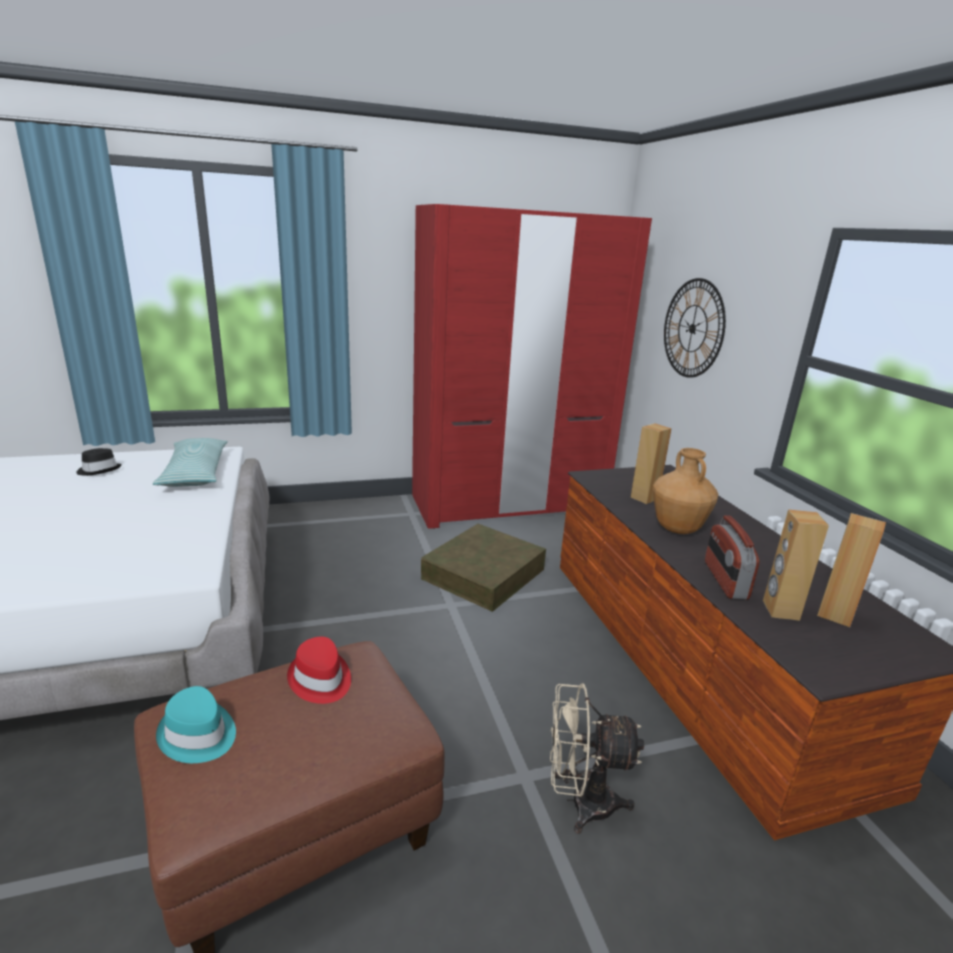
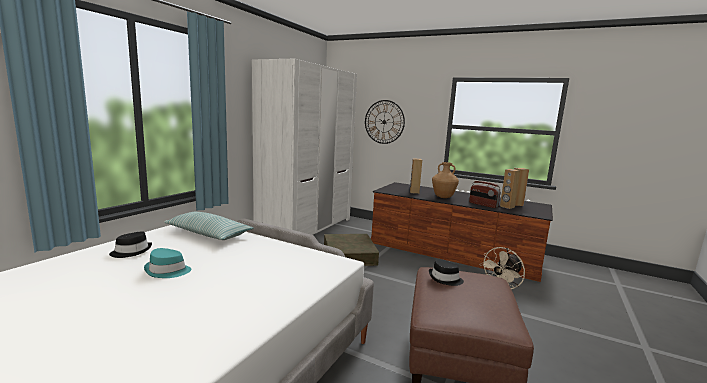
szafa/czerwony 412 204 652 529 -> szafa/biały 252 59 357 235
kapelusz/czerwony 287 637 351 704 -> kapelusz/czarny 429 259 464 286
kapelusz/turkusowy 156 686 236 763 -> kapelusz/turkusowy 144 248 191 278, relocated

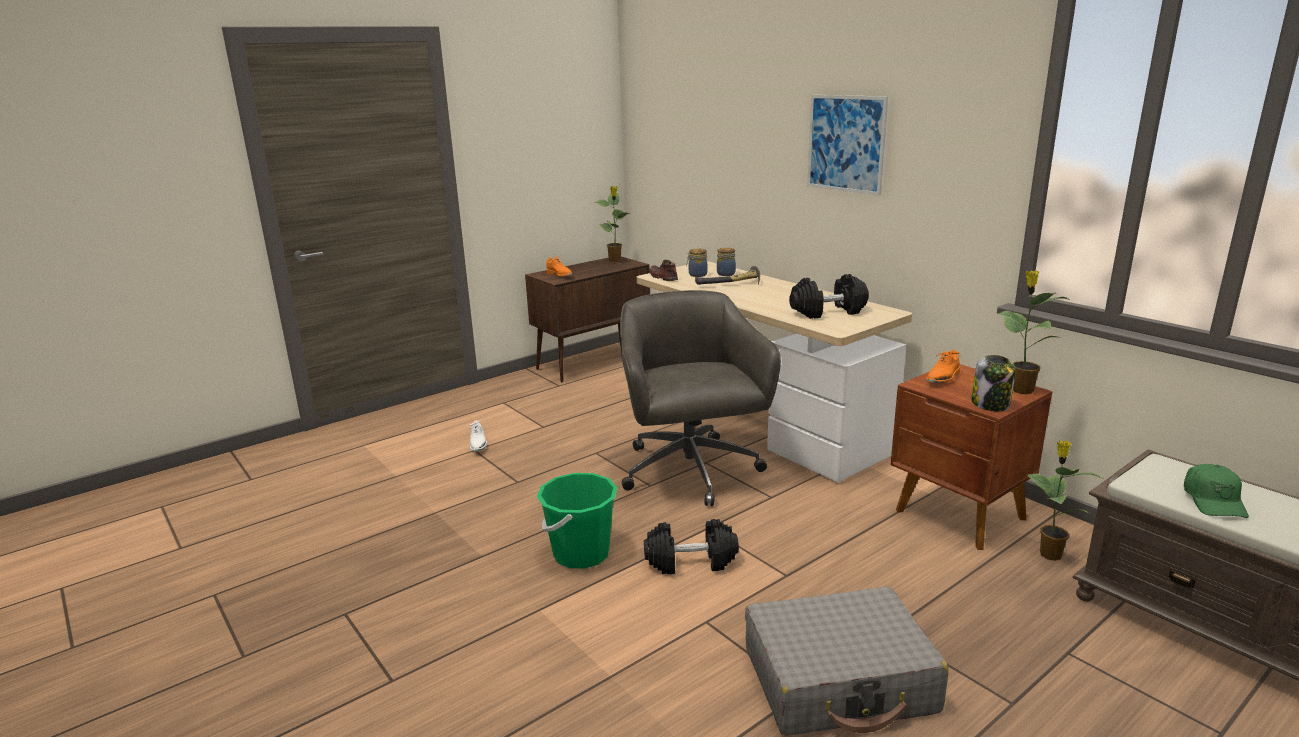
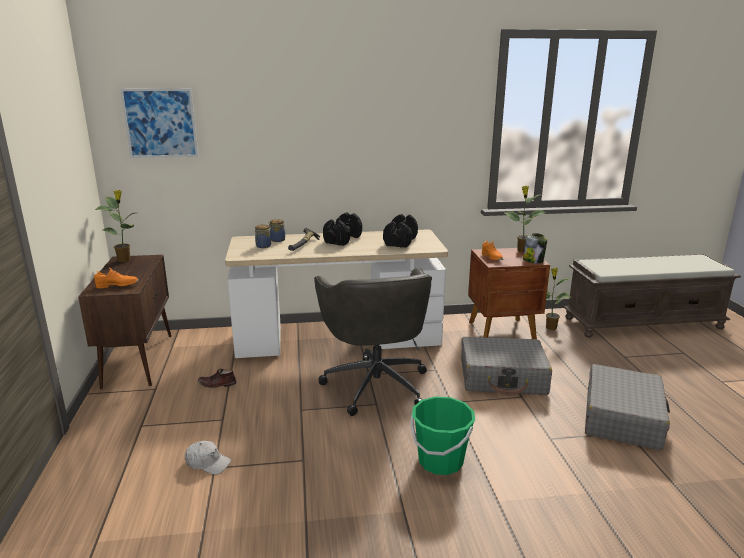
obraz 807 95 888 196 -> obraz 120 88 198 158, relocated
but/brązowy 650 260 678 281 -> but/brązowy 198 369 236 388, relocated
krzesło biurowe/szary 620 290 781 506 -> krzesło biurowe/szary 314 268 432 416, 120 degrees counterclockwise
but/biały 470 420 487 452 -> czapka z daszkiem/biały 185 441 232 475
czapka z daszkiem/zielony 1184 464 1249 518 -> none
hantel/czarny 644 519 739 574 -> hantel/czarny 323 212 362 246, relocated
none -> walizka/szary 461 337 552 396

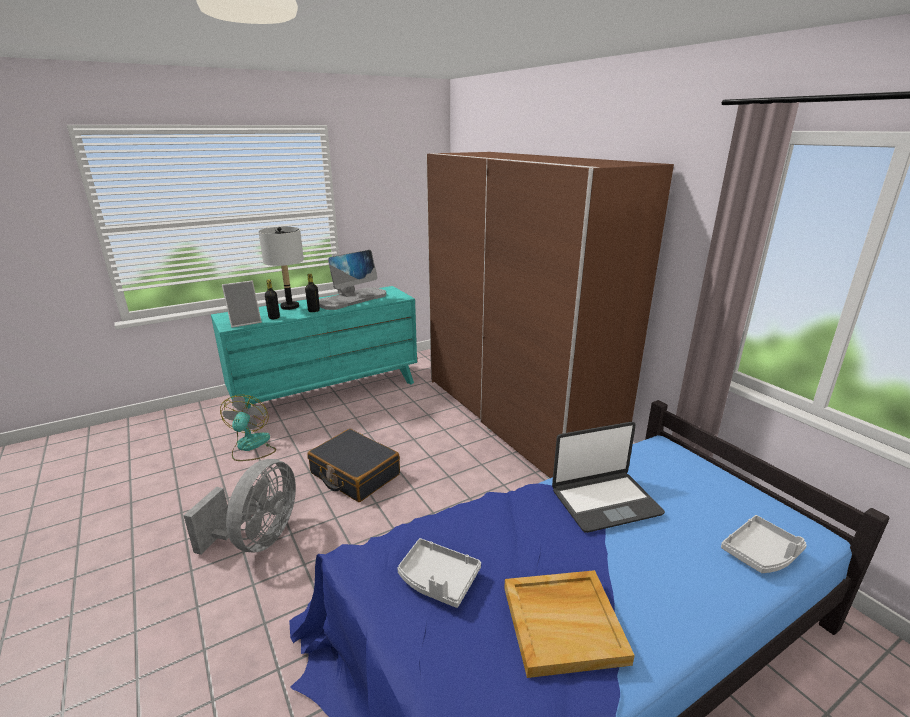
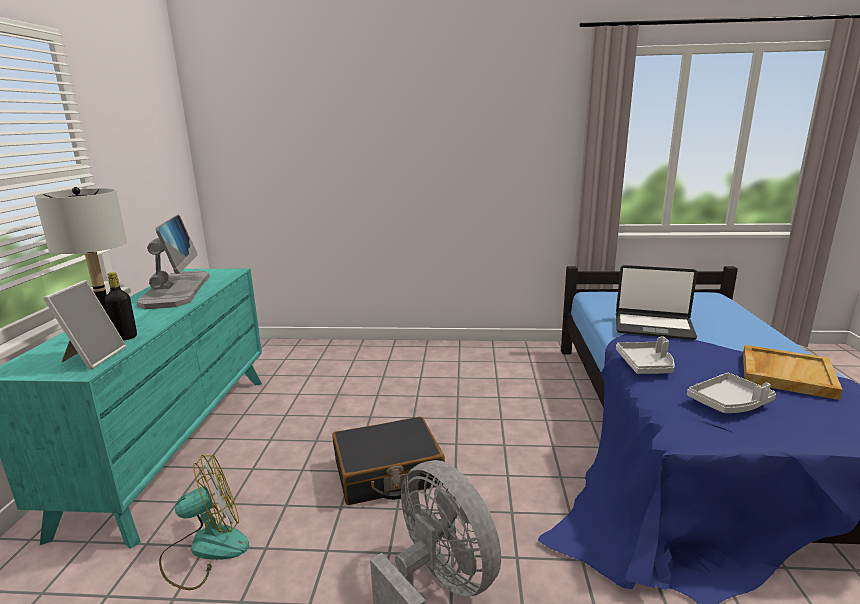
szafa/brązowy 426 152 674 479 -> none
butelka/czarny 305 274 320 312 -> none
wentylator 220 395 276 461 -> wentylator 159 455 249 590, 120 degrees clockwise
laptop 552 422 665 533 -> laptop 616 265 697 340, 90 degrees clockwise
taca/szary 721 515 807 573 -> taca/szary 616 337 675 374, relocated

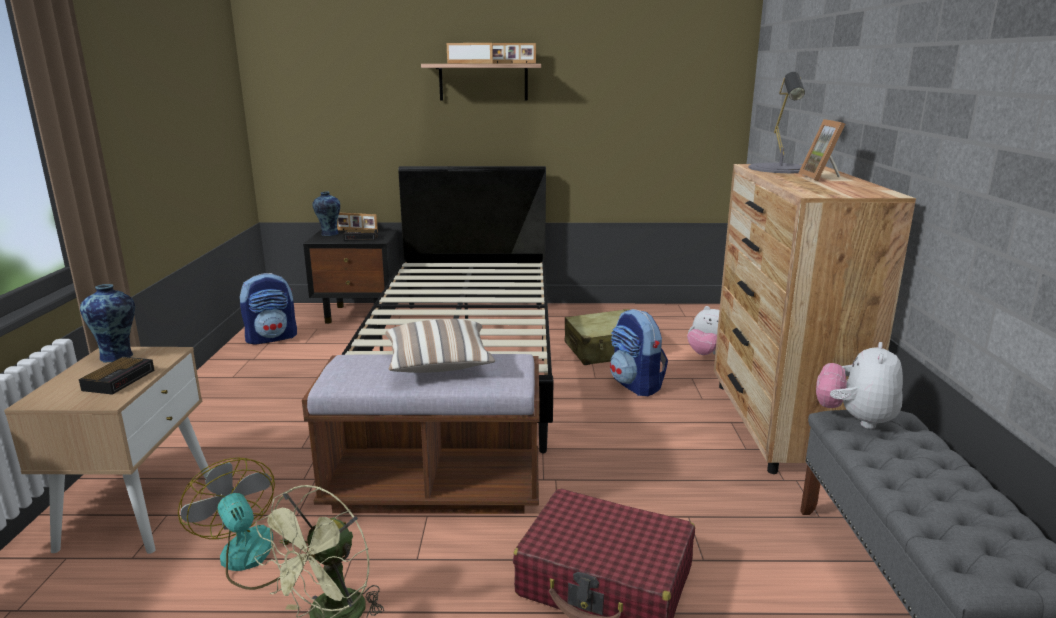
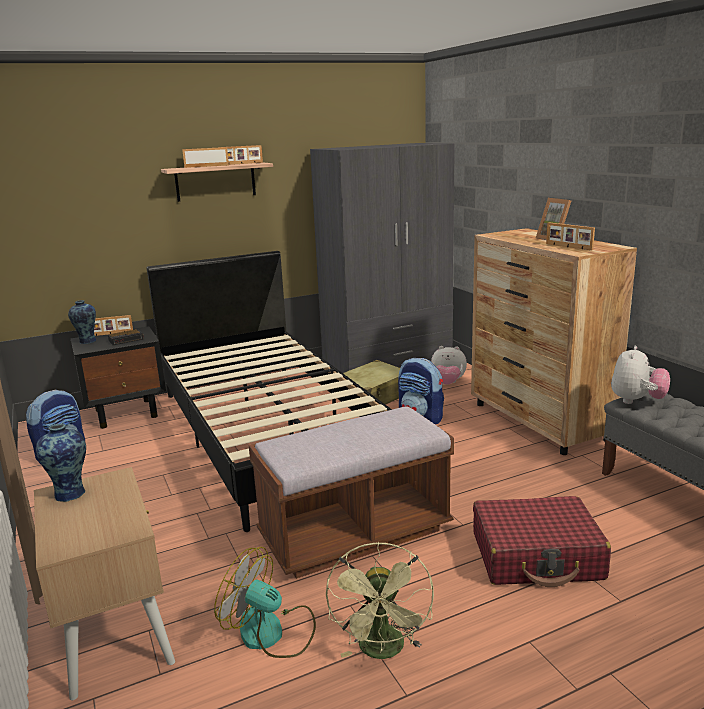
lampa stołowa/szary 748 72 805 173 -> none
poduszka 385 319 495 373 -> none
pluszak 816 342 903 429 -> pluszak 611 346 670 404, 150 degrees counterclockwise
budzik 79 357 154 395 -> none
none -> szafa/szary 310 143 455 373
none -> ramka na zdjęcie 546 222 595 250

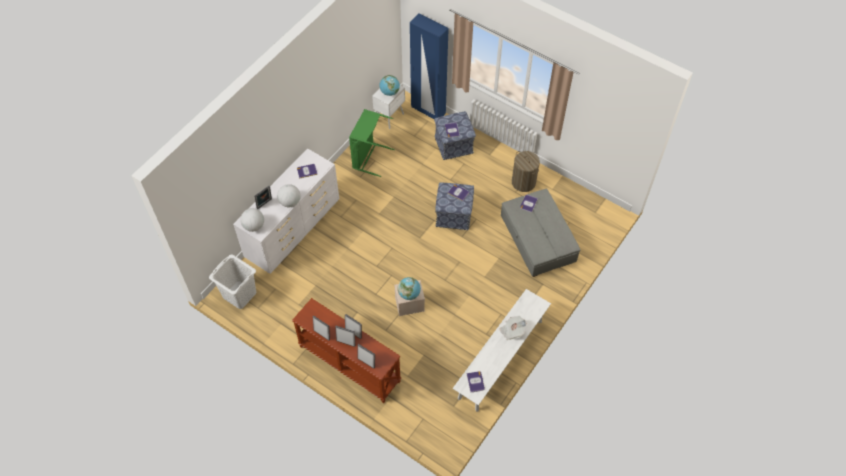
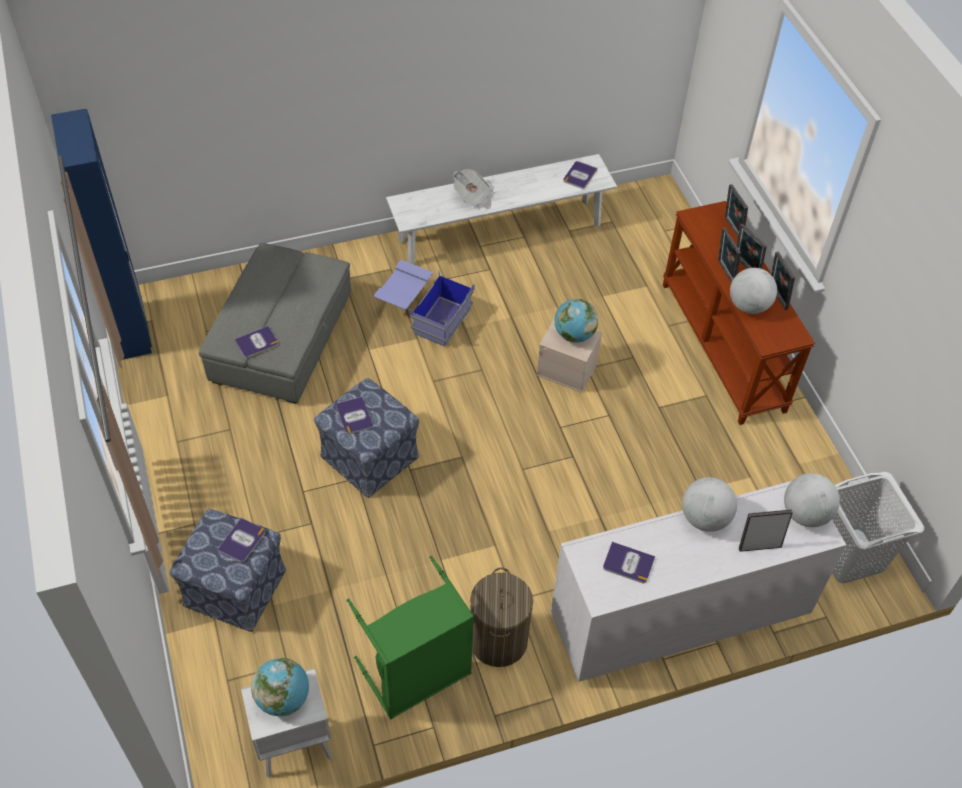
szafa/niebieski 410 13 449 119 -> szafa/niebieski 51 109 152 359, relocated
kosz na pranie 512 151 540 192 -> kosz na pranie 470 568 533 667, relocated
none -> pojemnik do przechowywania/niebieski 374 260 475 347
none -> globus 730 268 777 314

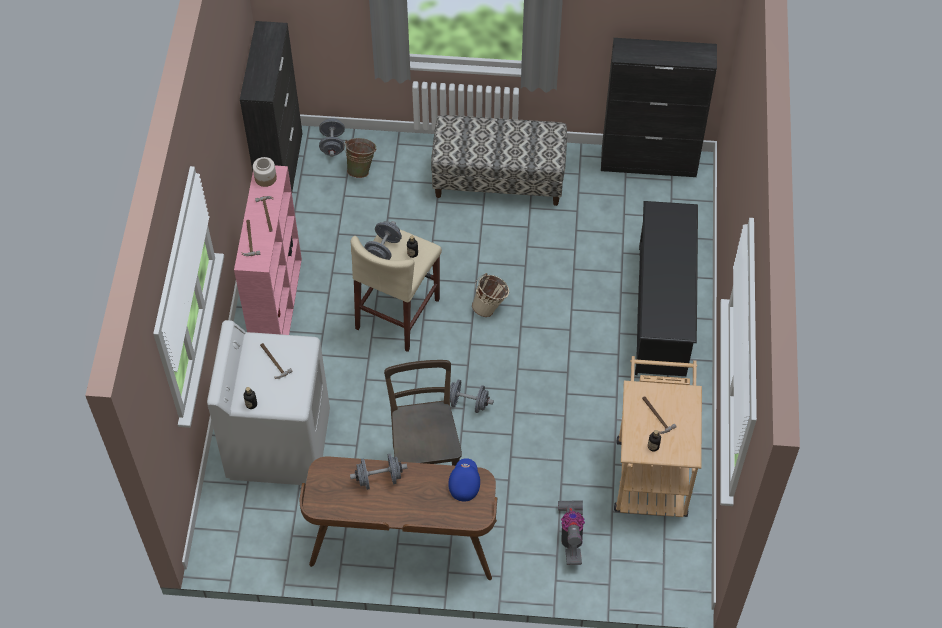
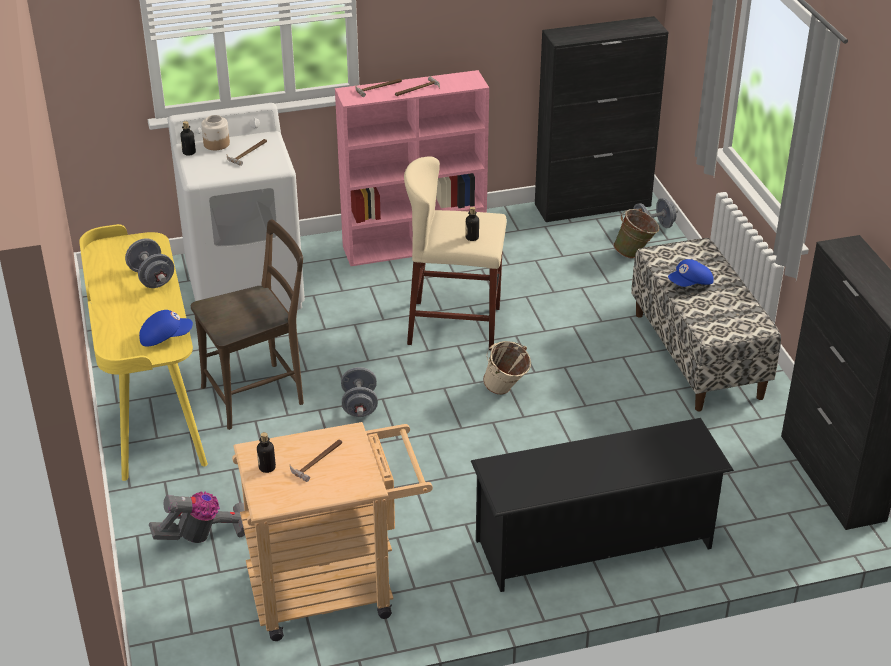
słoik 253 157 277 187 -> słoik 201 115 230 150, relocated
hantel/szary 364 221 402 260 -> none
biurko/brązowy 300 456 497 580 -> biurko/żółty 79 224 208 481
none -> czapka z daszkiem/niebieski 668 259 714 287

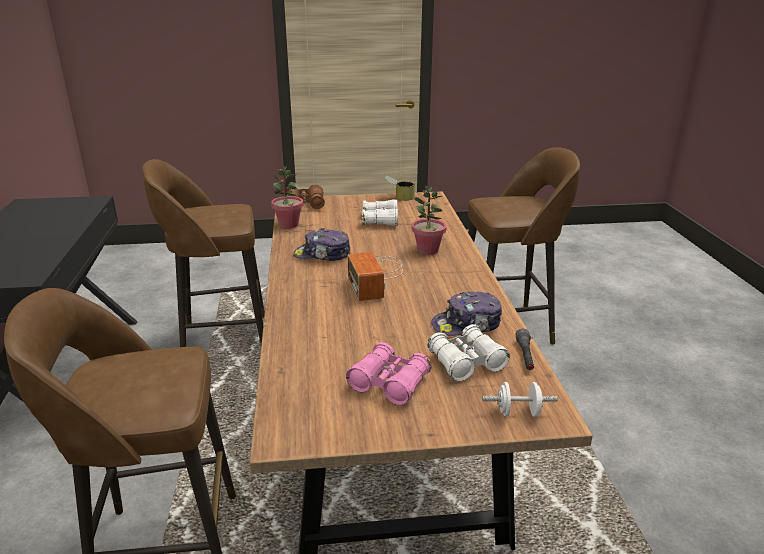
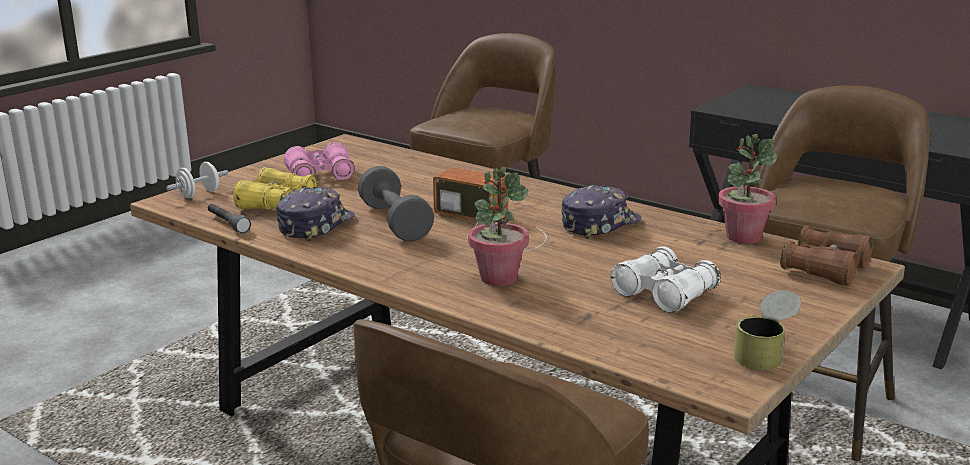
lornetka/biały 427 324 510 381 -> lornetka/żółty 233 168 318 210
none -> hantel/szary 358 166 434 241

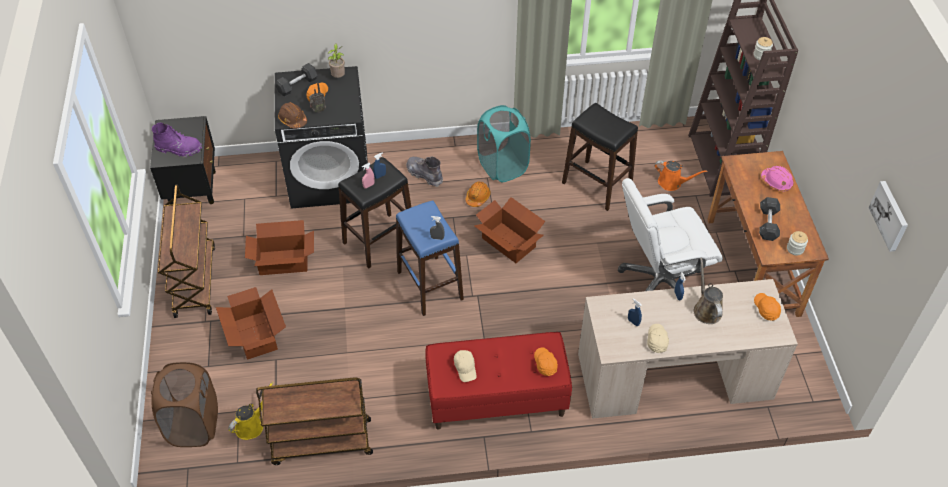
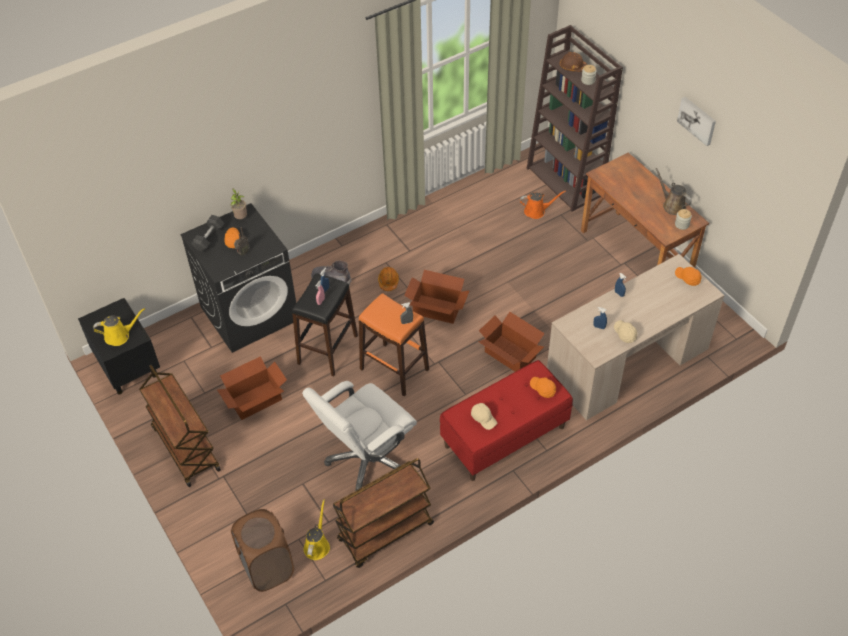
kask/brązowy 278 102 307 129 -> kask/brązowy 560 52 587 72, relocated
stołek/czarny 562 103 638 211 -> none
kosz na pranie/turkusowy 477 105 531 182 -> none
but z cholewką/fioletowy 152 123 202 157 -> konewka/żółty 93 308 145 346
kask/różowy 761 166 794 191 -> none
krzesło biurowe/biały 618 178 723 291 -> krzesło biurowe/biały 302 381 417 491, relocated
obraz 869 181 908 252 -> obraz 677 97 716 146, relocated
hantel/szary 759 197 780 241 -> none
stołek/niebieski 396 201 464 316 -> stołek/pomarańczowy 359 293 429 397
konewka/brązowy 694 258 723 324 -> konewka/brązowy 655 168 692 215, relocated
karton 216 287 286 360 -> karton 478 312 545 372, relocated

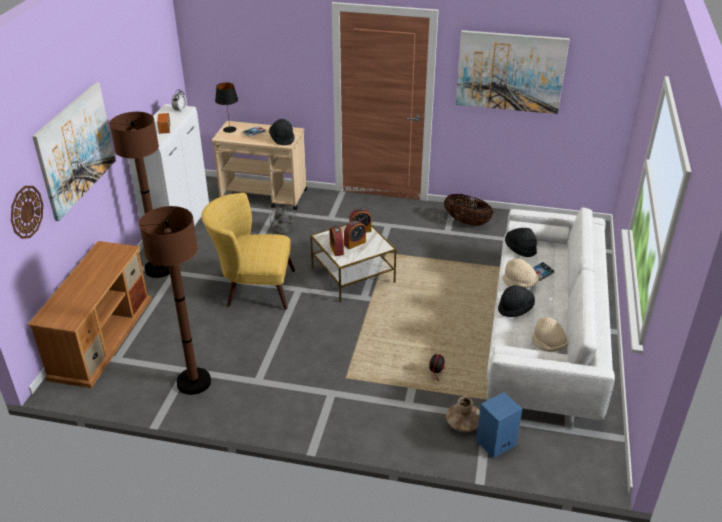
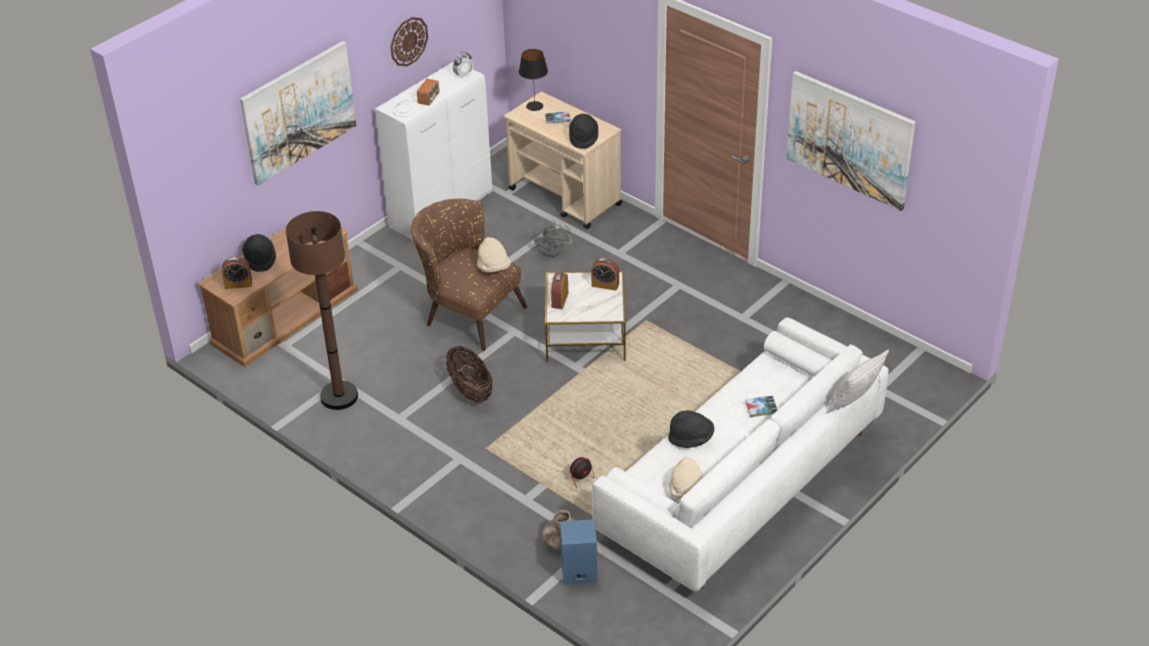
lampa stojąca/brązowy 110 112 170 278 -> none
zegar ścienny 11 186 43 239 -> zegar ścienny 391 17 428 66, relocated
fotel/żółty 201 193 295 310 -> fotel/brązowy 411 199 527 351
koszyk 444 194 493 226 -> koszyk 446 346 492 403, relocated
budzik 344 220 366 249 -> budzik 222 257 252 289, relocated
kapelusz/czarny 505 228 537 257 -> kapelusz/czarny 242 234 276 272, relocated
kapelusz/beżowy 503 259 539 288 -> kapelusz/beżowy 477 237 511 273, relocated
none -> poduszka 826 349 889 414

